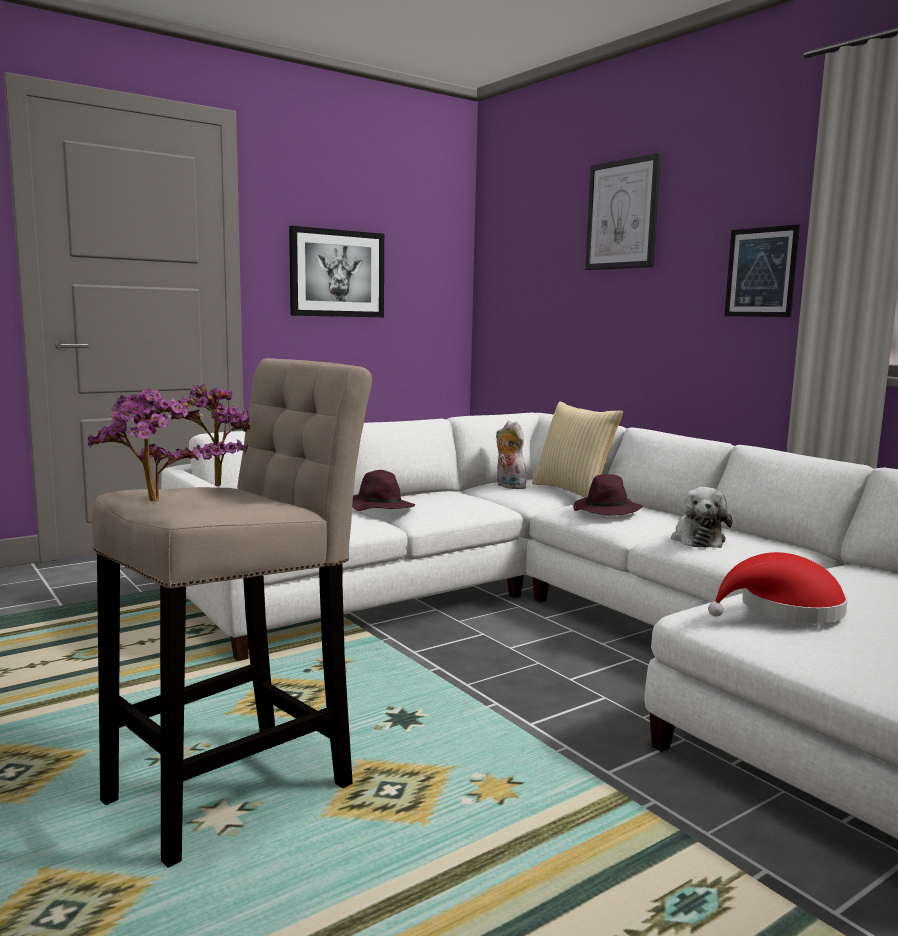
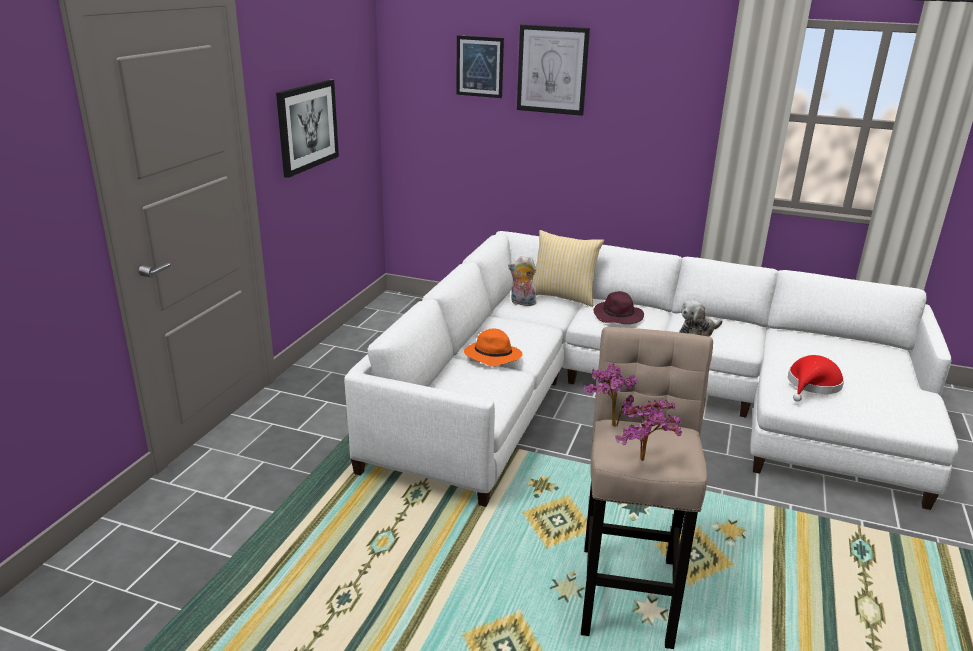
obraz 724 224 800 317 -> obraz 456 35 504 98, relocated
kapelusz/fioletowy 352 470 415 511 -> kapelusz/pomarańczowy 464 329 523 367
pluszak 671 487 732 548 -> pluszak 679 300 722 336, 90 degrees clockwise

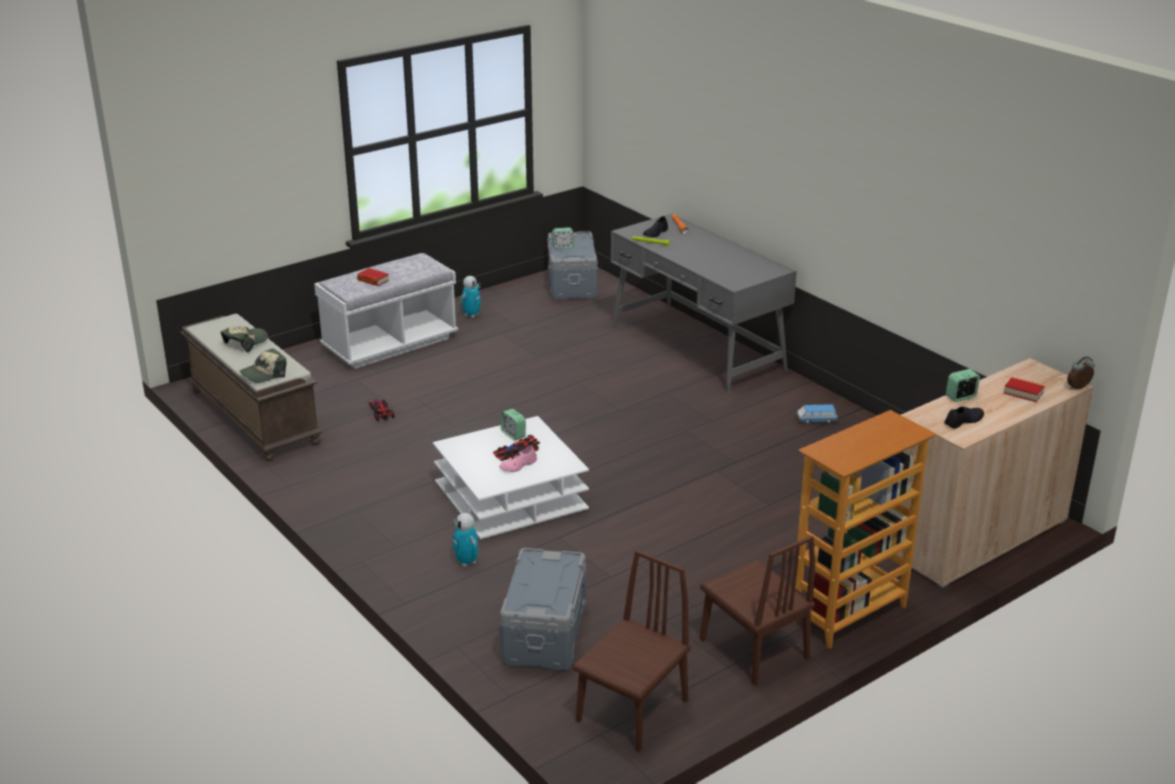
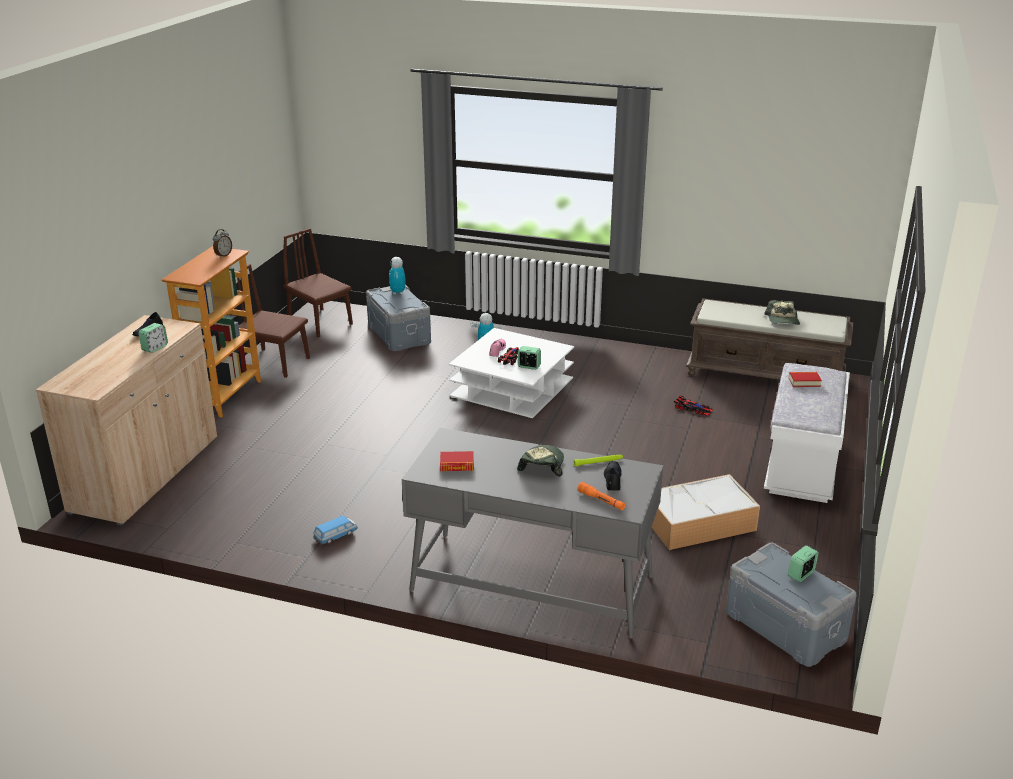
robot zabawkowy 460 276 481 318 -> robot zabawkowy 389 257 405 295, relocated
czapka z daszkiem 239 348 287 383 -> czapka z daszkiem 517 445 564 477, relocated
budzik 1067 356 1095 389 -> budzik 213 229 232 258, relocated
książka 1004 377 1045 402 -> książka 440 451 474 471, relocated
krzesło/brązowy 573 550 691 752 -> krzesło/brązowy 283 228 353 338, 135 degrees clockwise
none -> pojemnik do przechowywania 652 474 760 550

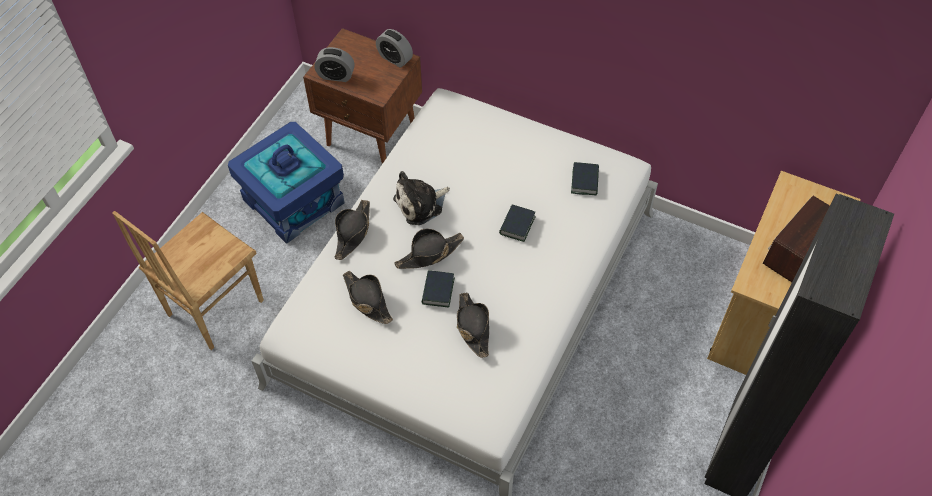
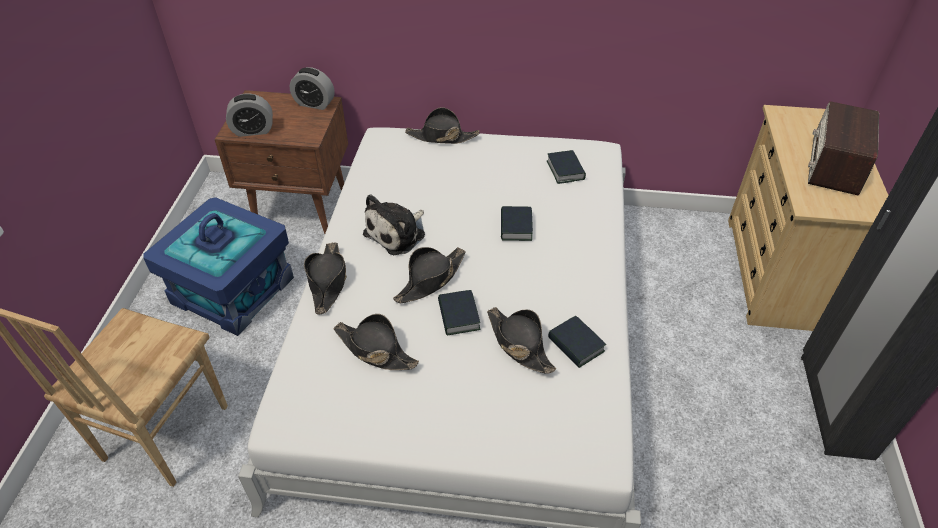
none -> kapelusz/czarny 405 107 479 144
none -> książka 548 316 606 368

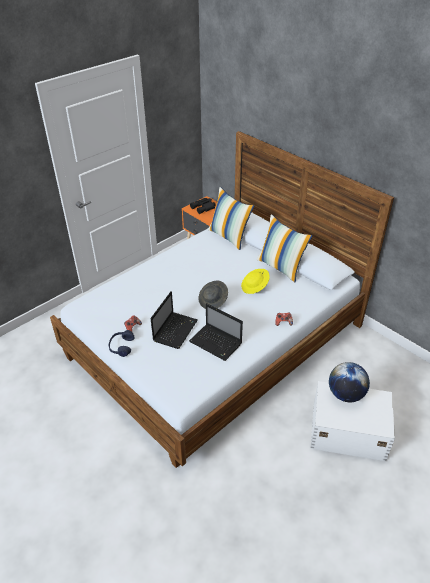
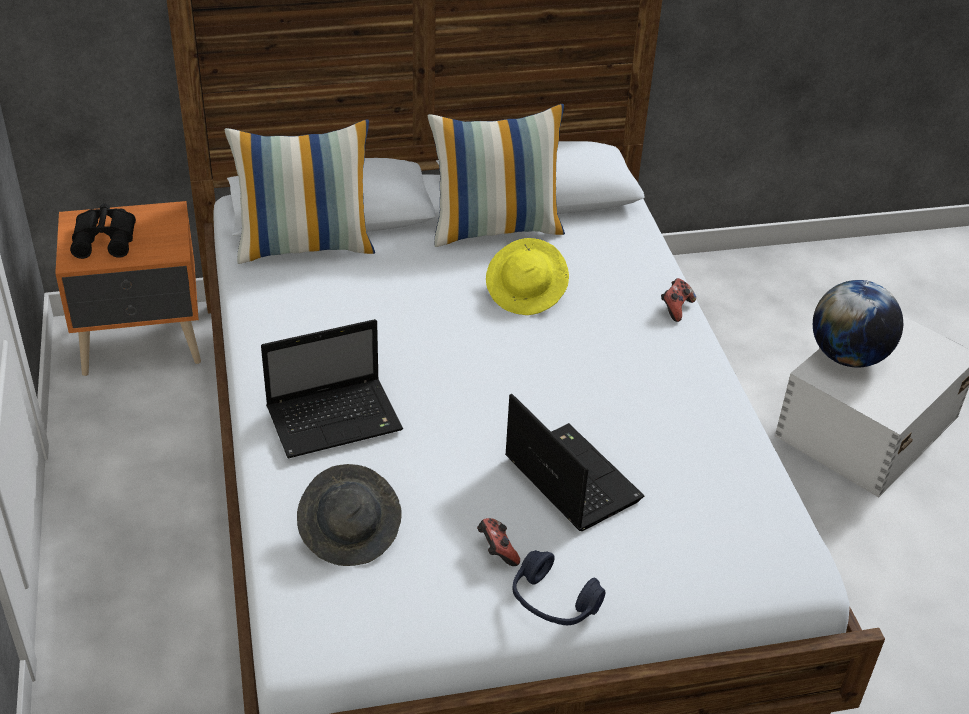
kapelusz/szary 199 280 228 309 -> kapelusz/szary 297 464 402 566, relocated
laptop 189 303 243 361 -> laptop 261 319 403 458, relocated

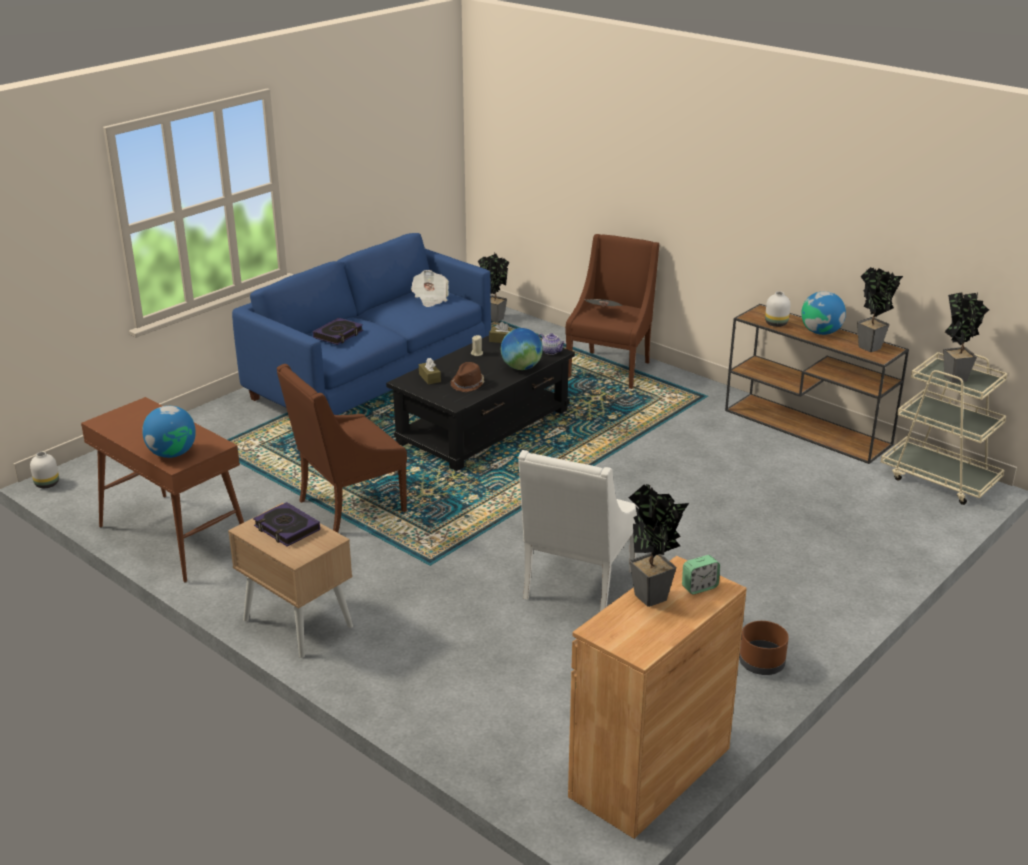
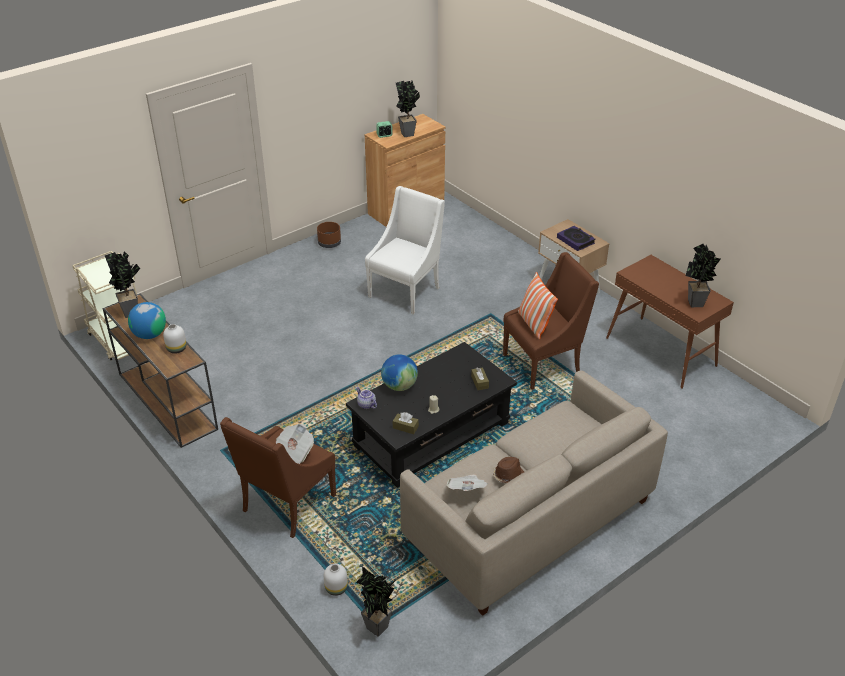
kanapa/niebieski 232 233 491 415 -> kanapa/beżowy 400 370 668 616
roślina doniczkowa 944 292 989 383 -> roślina doniczkowa 686 244 721 307, relocated
książka 313 318 363 345 -> none
kapelusz/brązowy 450 362 485 392 -> kapelusz/brązowy 493 457 524 483, relocated
globus 142 406 196 458 -> none
wazon/biały 30 452 59 488 -> wazon/biały 324 564 348 596, relocated
none -> poduszka 518 272 558 339

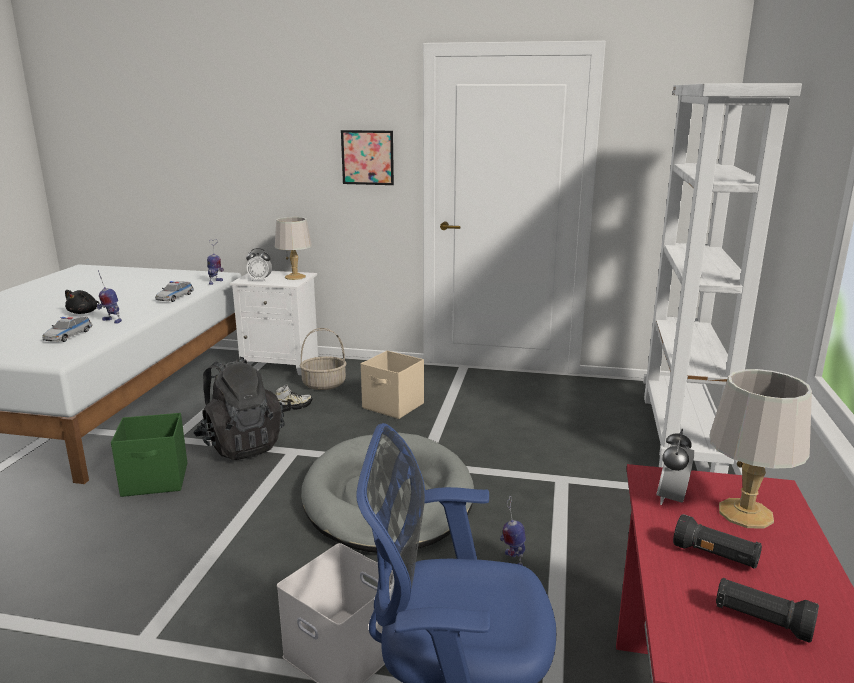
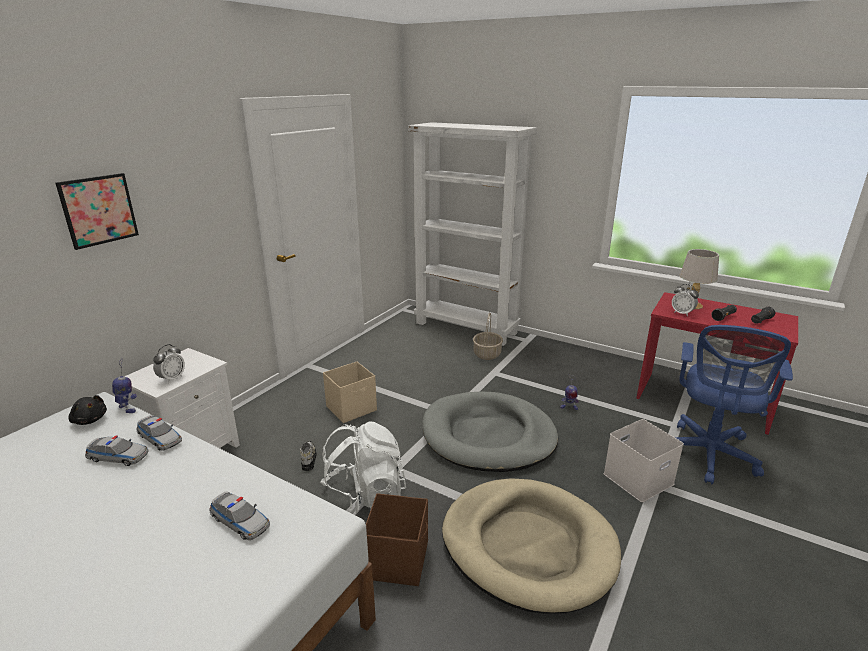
obraz 341 130 394 185 -> obraz 55 173 139 250, relocated
lampa stołowa/szary 275 217 312 280 -> none
robot zabawkowy 97 270 122 324 -> none
pluszak/czarny 65 290 99 314 -> pluszak/czarny 68 395 107 425, relocated
koszyk 300 328 347 390 -> koszyk 473 312 503 360, relocated
plecak/czarny 193 357 285 460 -> plecak/biały 320 422 406 514
pojemnik do przechowywania/zielony 111 413 187 497 -> pojemnik do przechowywania/brązowy 366 493 428 586
none -> samochodzik 85 436 149 466
none -> legowisko/beżowy 442 478 621 614

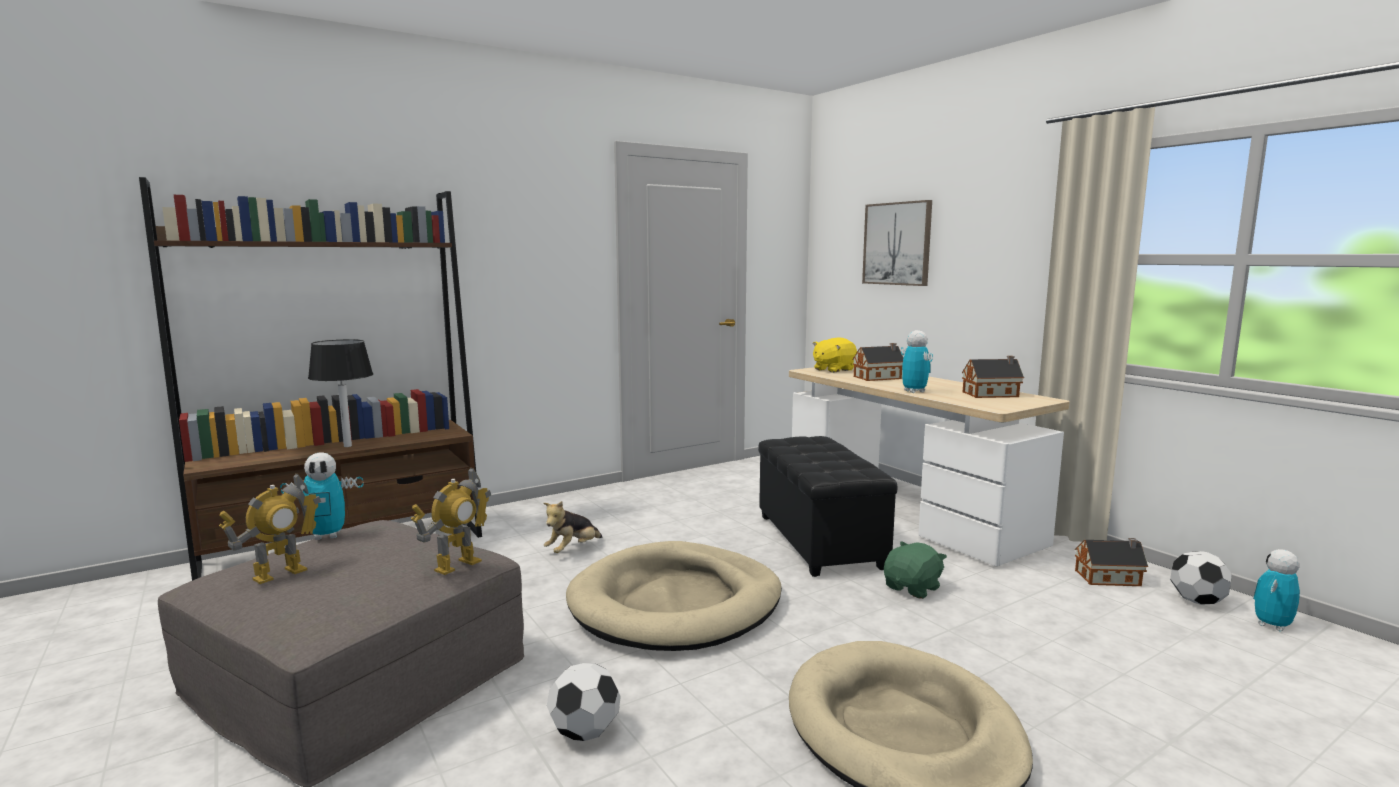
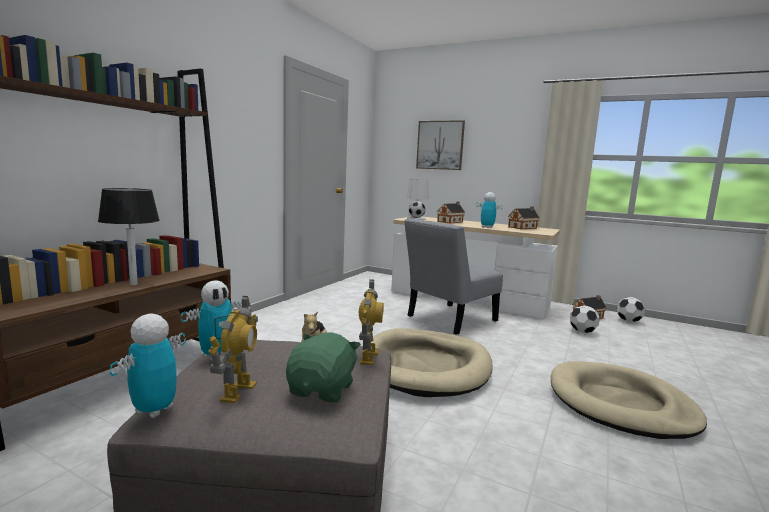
pluszak/żółty 813 338 857 373 -> lampa stołowa/biały 406 179 429 220
pufa/czarny 758 436 897 577 -> krzesło/szary 404 218 503 335
pluszak/zielony 884 541 947 599 -> pluszak/zielony 286 332 361 403, relocated
robot zabawkowy 1253 549 1300 632 -> robot zabawkowy 109 314 186 418, relocated
piłka futbolowa 547 663 621 741 -> piłka futbolowa 570 306 600 333, relocated

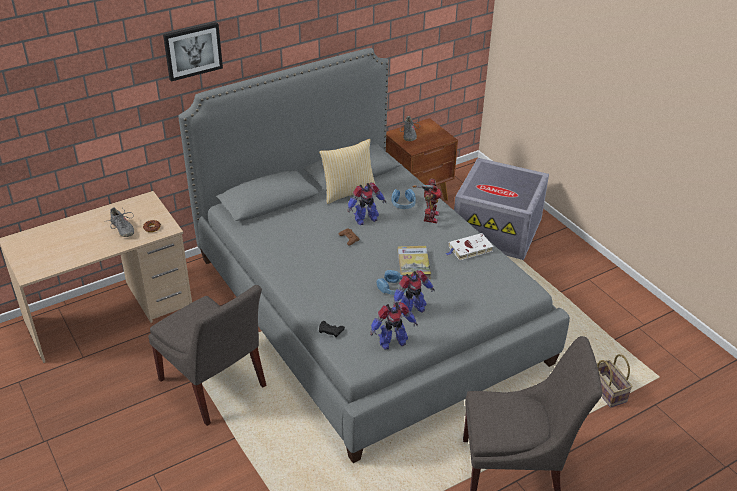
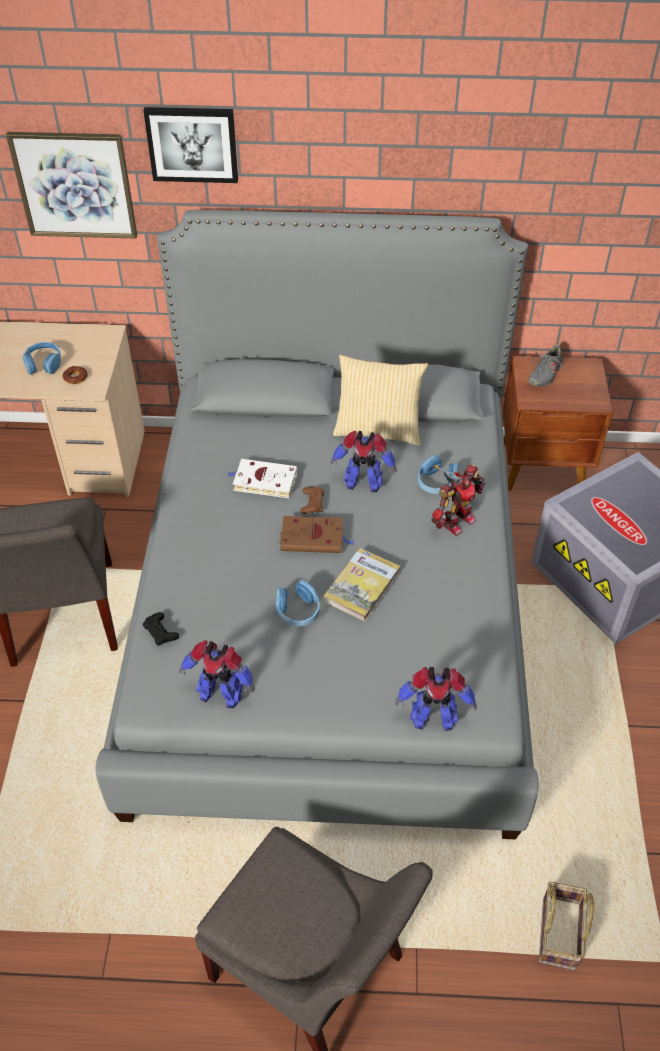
but/szary 110 207 134 237 -> słuchawki/niebieski 23 342 61 375
książka/biały 445 233 494 261 -> książka/biały 227 459 297 498, relocated
robot zabawkowy 393 270 435 317 -> robot zabawkowy 395 667 477 731, relocated
none -> obraz 6 132 137 239
none -> książka/brązowy 280 516 354 553

